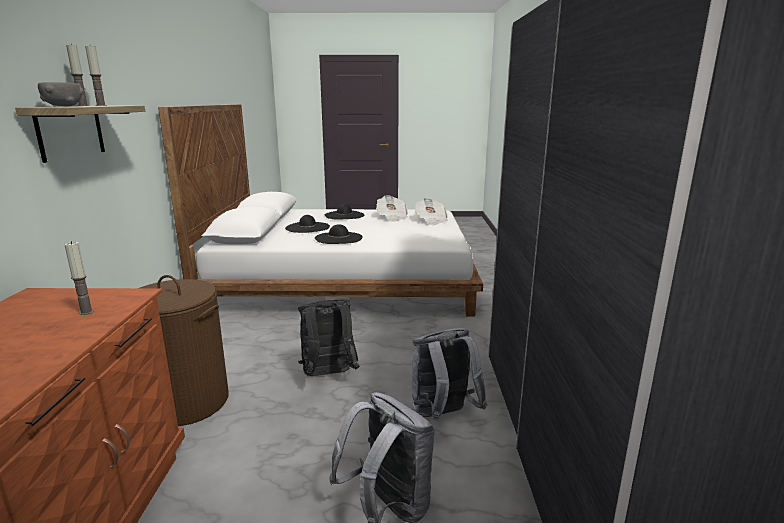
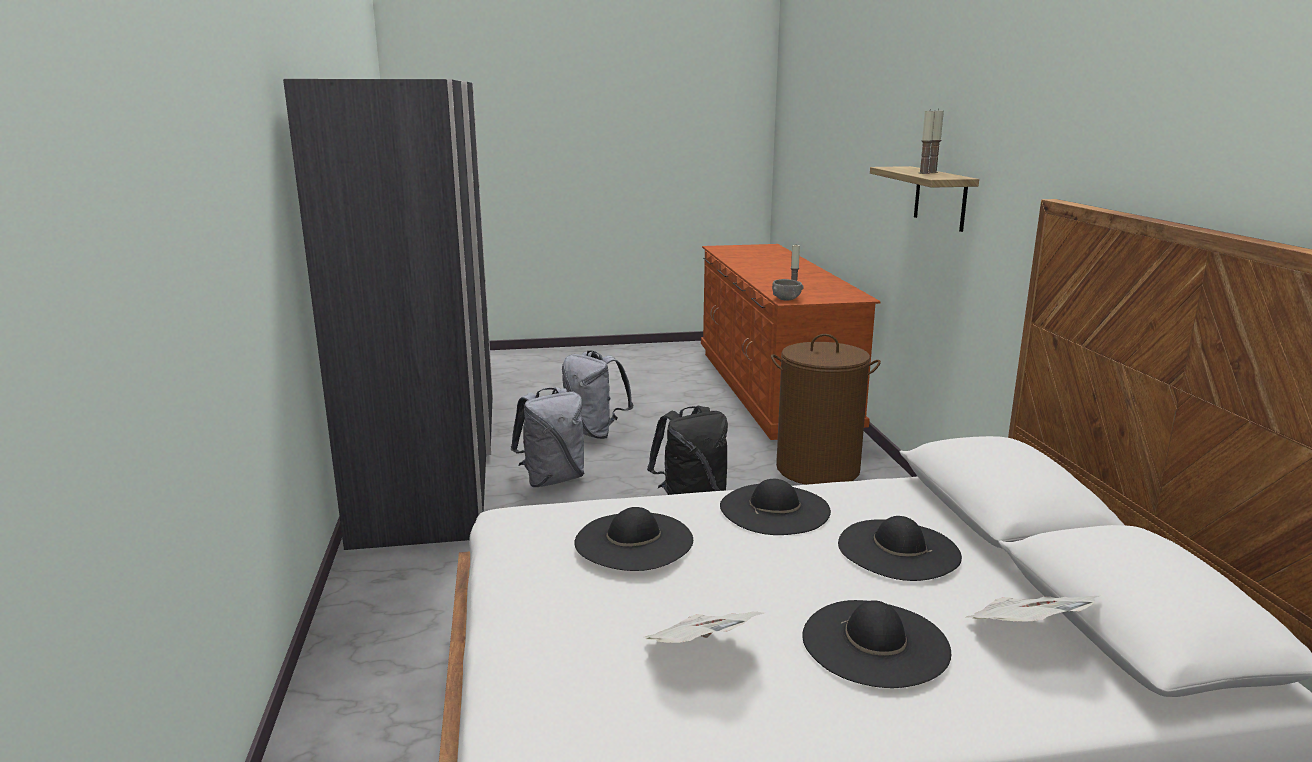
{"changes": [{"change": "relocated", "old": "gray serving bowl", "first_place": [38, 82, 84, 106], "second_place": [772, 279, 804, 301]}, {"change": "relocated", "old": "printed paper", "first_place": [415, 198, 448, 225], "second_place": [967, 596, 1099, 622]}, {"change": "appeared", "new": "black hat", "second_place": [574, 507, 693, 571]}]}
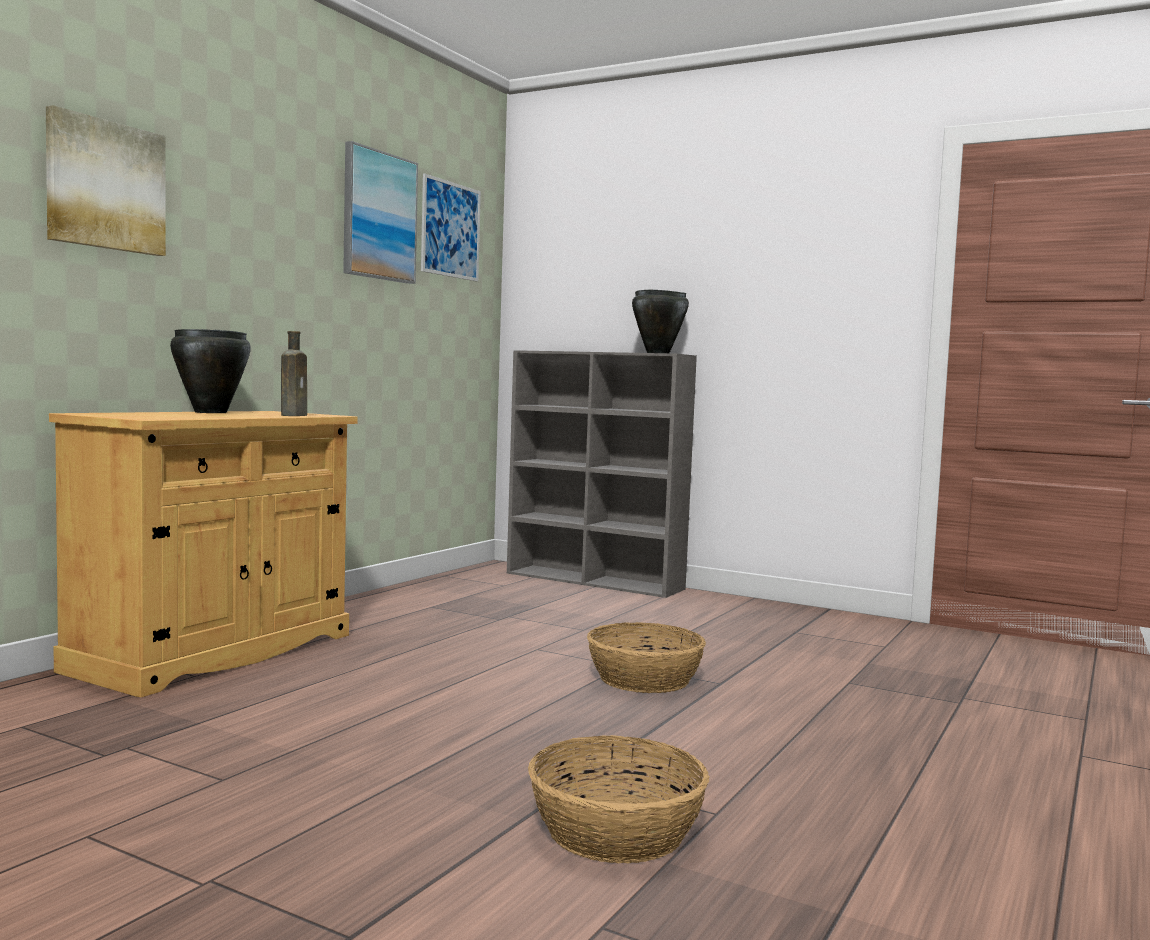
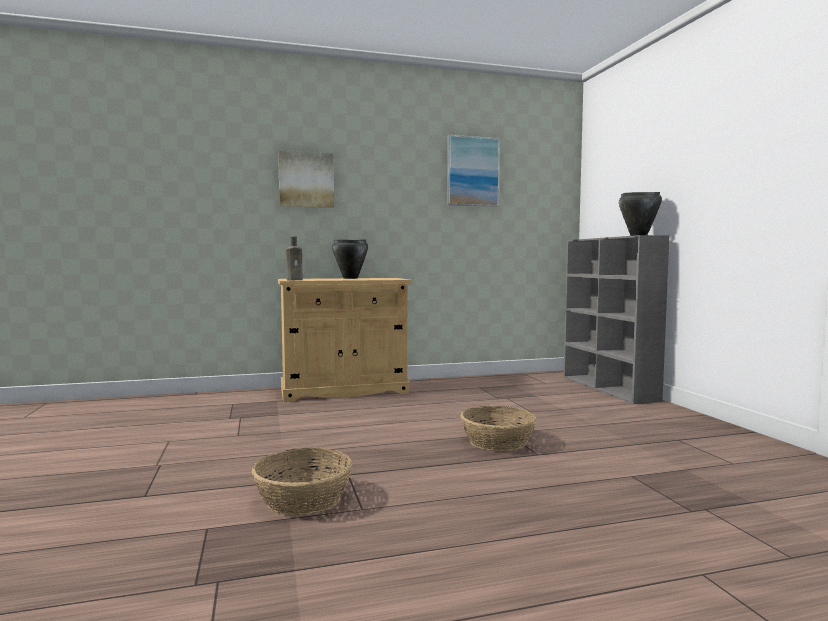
{"changes": [{"change": "relocated", "old": "brown-coloured bottle", "first_place": [281, 331, 307, 416], "second_place": [286, 236, 303, 280]}, {"change": "missing", "old": "wall picture", "first_place": [421, 173, 481, 282]}]}
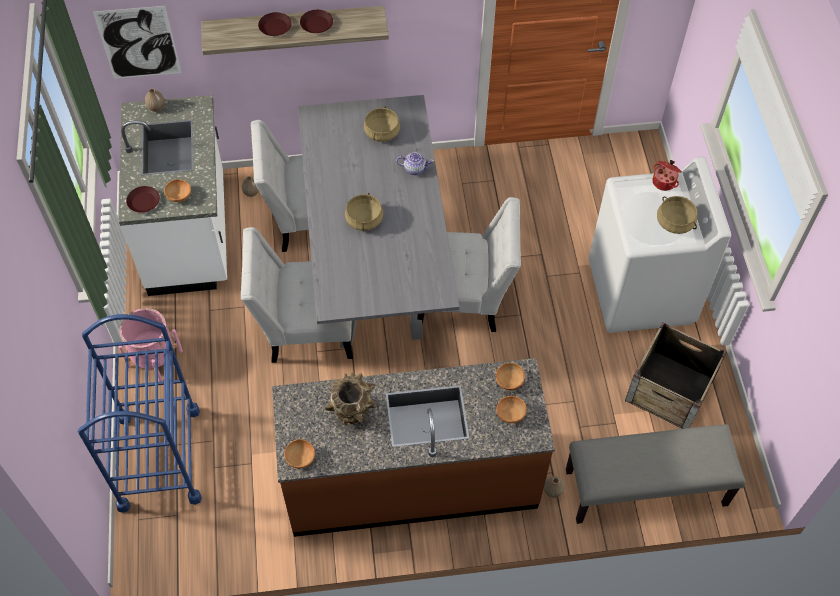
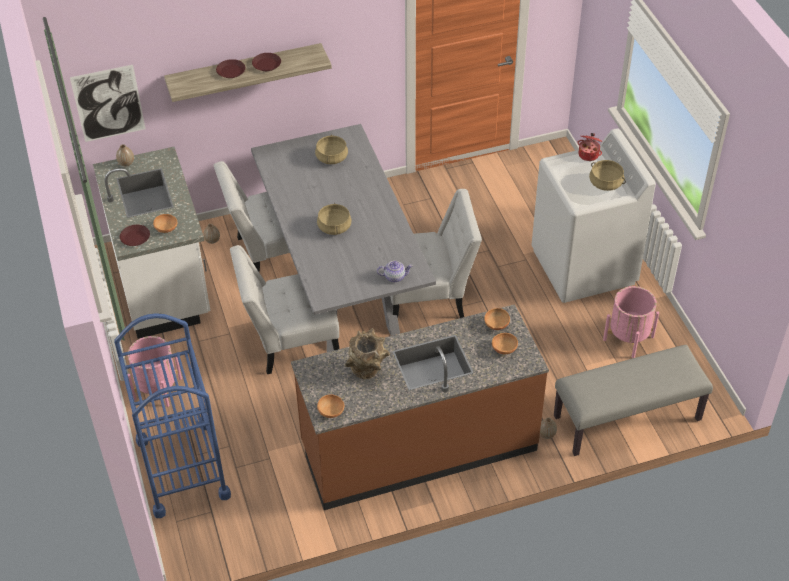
{"changes": [{"change": "relocated", "old": "pot for tea", "first_place": [396, 152, 434, 175], "second_place": [377, 261, 413, 282]}, {"change": "exchanged", "old": "shipping crate", "new": "pinkish plant pot", "first_place": [625, 322, 727, 429], "second_place": [603, 286, 659, 358]}]}
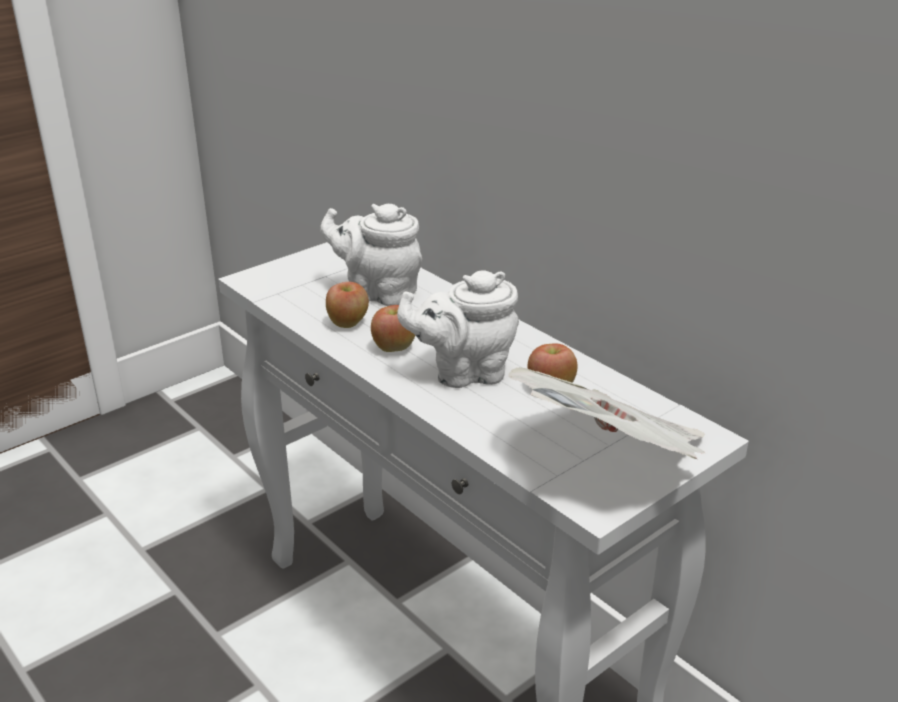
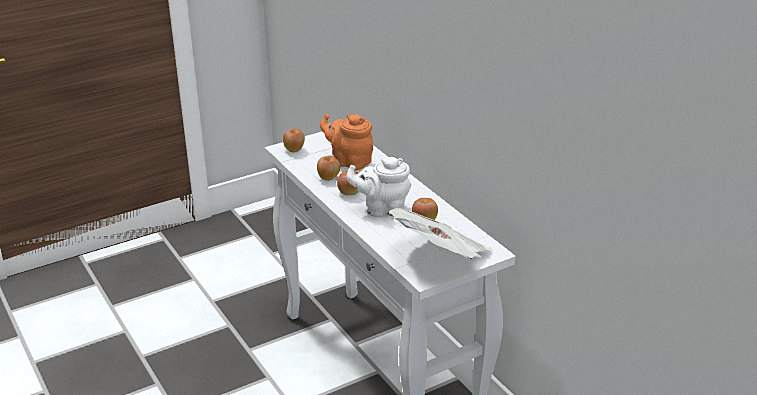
{"changes": [{"change": "colour", "old": "whitish pot for tea", "new": "orange-coloured pot for tea", "first_place": [320, 204, 422, 306], "second_place": [320, 114, 373, 171]}, {"change": "appeared", "new": "apple fruit", "second_place": [283, 128, 305, 152]}]}
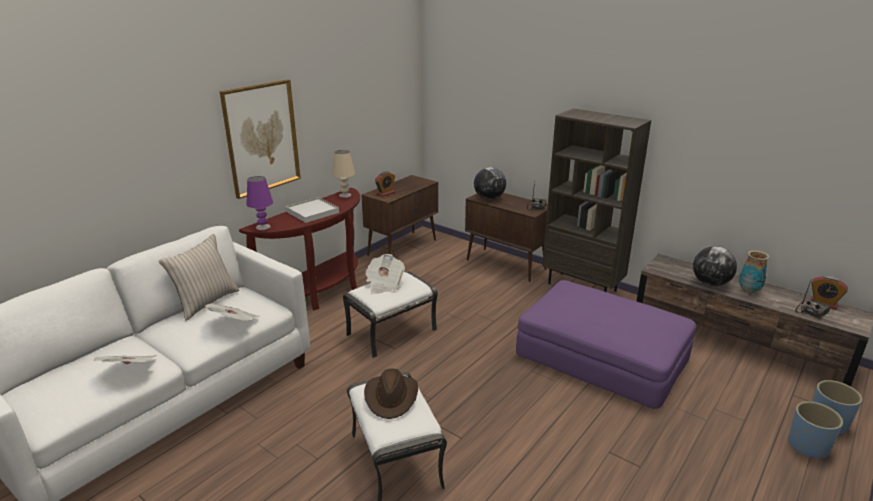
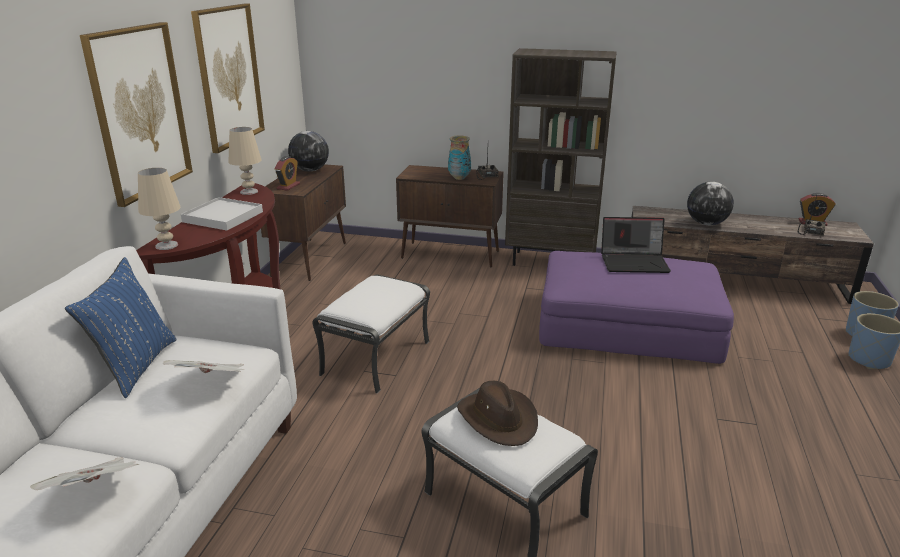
{"changes": [{"change": "colour", "old": "beige pillow", "new": "blue-coloured pillow", "first_place": [158, 234, 240, 321], "second_place": [65, 257, 177, 398]}, {"change": "colour", "old": "purplish lamp for a table", "new": "beige lamp for a table", "first_place": [247, 176, 273, 230], "second_place": [138, 168, 181, 250]}, {"change": "missing", "old": "printed paper", "first_place": [365, 254, 405, 294]}, {"change": "relocated", "old": "world globe", "first_place": [474, 167, 506, 200], "second_place": [288, 131, 329, 171]}, {"change": "relocated", "old": "flower vase", "first_place": [739, 251, 770, 293], "second_place": [448, 136, 471, 180]}, {"change": "appeared", "new": "wall picture", "second_place": [191, 3, 265, 153]}, {"change": "appeared", "new": "laptop", "second_place": [601, 217, 671, 273]}]}
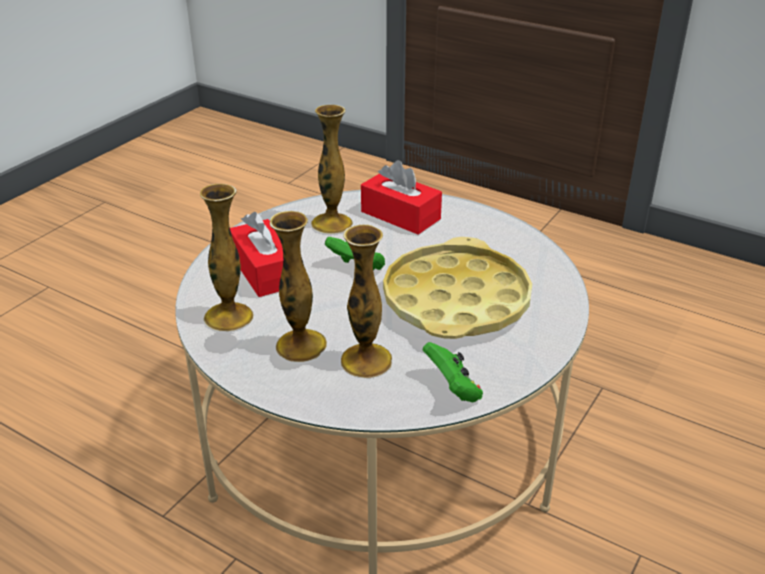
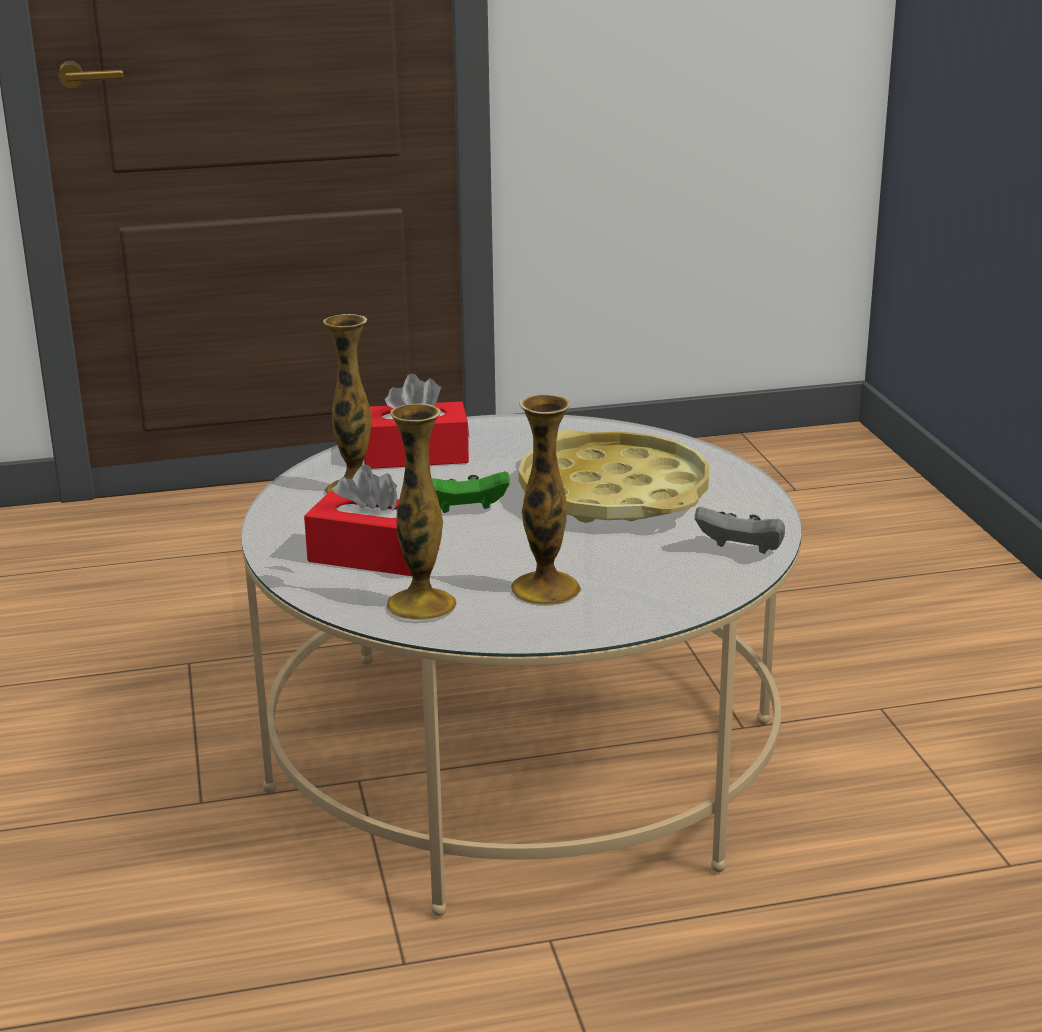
{"changes": [{"change": "missing", "old": "flower vase", "first_place": [341, 224, 392, 378]}, {"change": "colour", "old": "green-coloured gamepad", "new": "gray gamepad", "first_place": [422, 342, 483, 402], "second_place": [695, 507, 785, 554]}]}
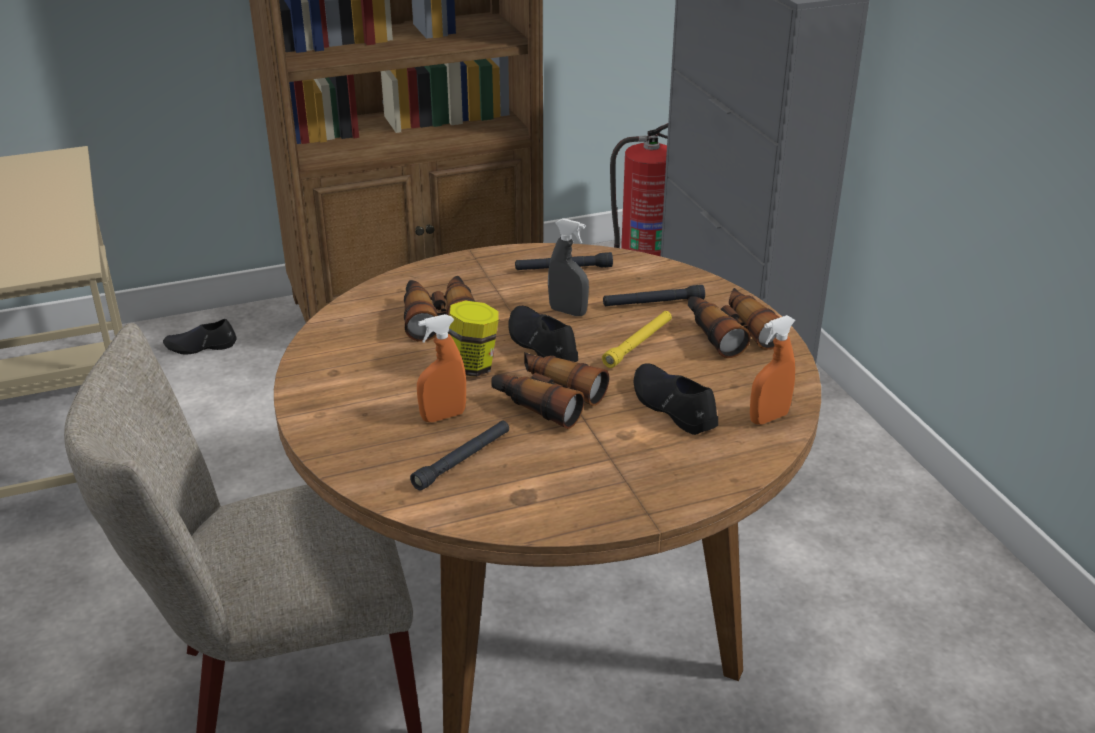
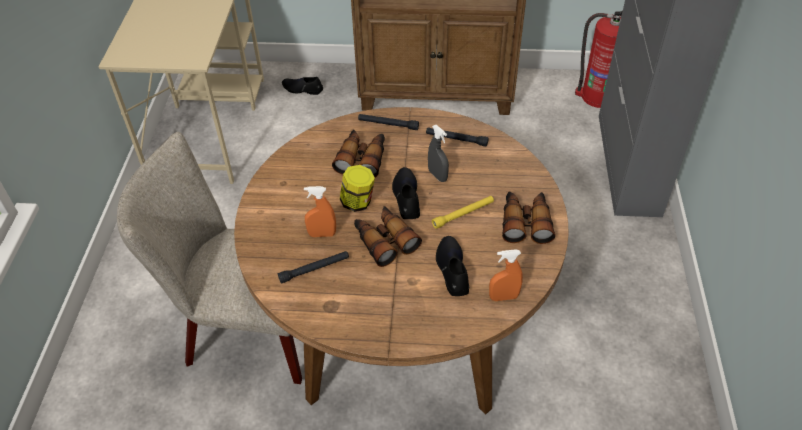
{"changes": [{"change": "relocated", "old": "black hand torch", "first_place": [603, 285, 705, 306], "second_place": [358, 114, 419, 130]}]}
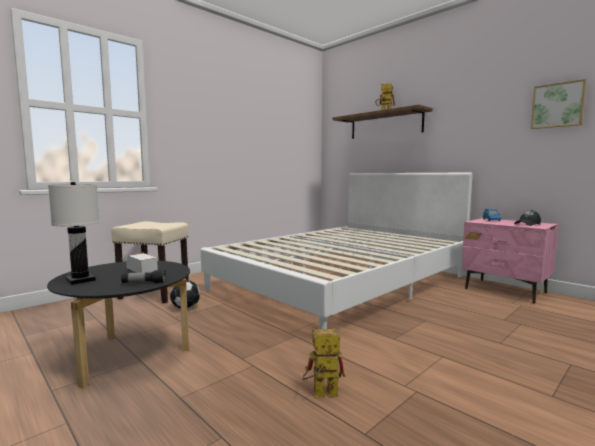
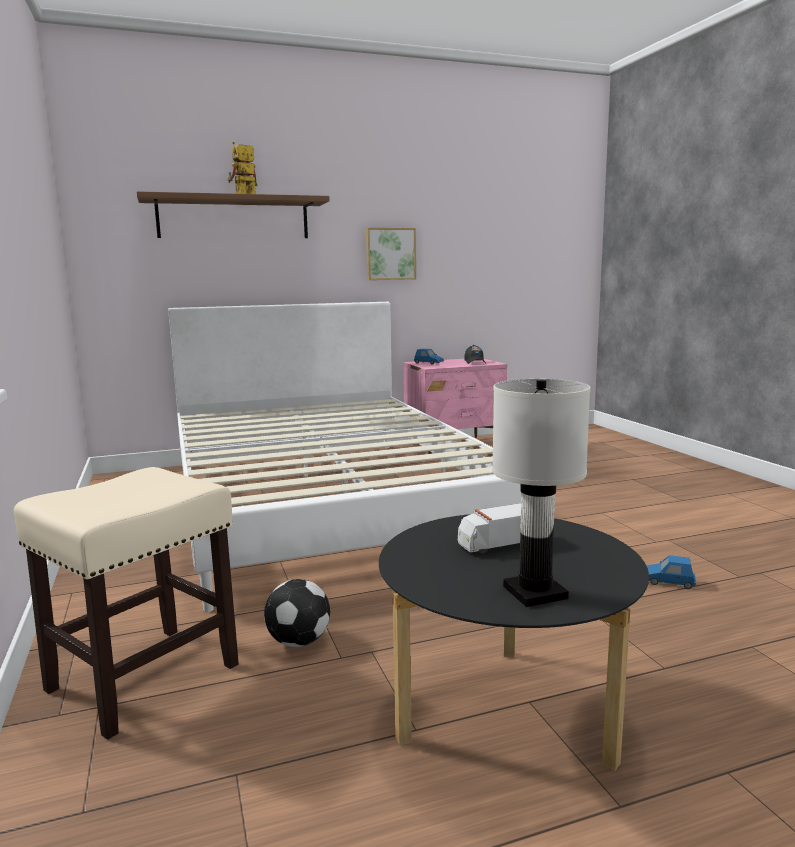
{"changes": [{"change": "missing", "old": "hand torch", "first_place": [121, 270, 166, 283]}, {"change": "exchanged", "old": "toy robot", "new": "blue-coloured miniature car", "first_place": [302, 329, 345, 397], "second_place": [646, 555, 696, 589]}, {"change": "relocated", "old": "wall picture", "first_place": [531, 79, 587, 129], "second_place": [366, 228, 416, 280]}]}
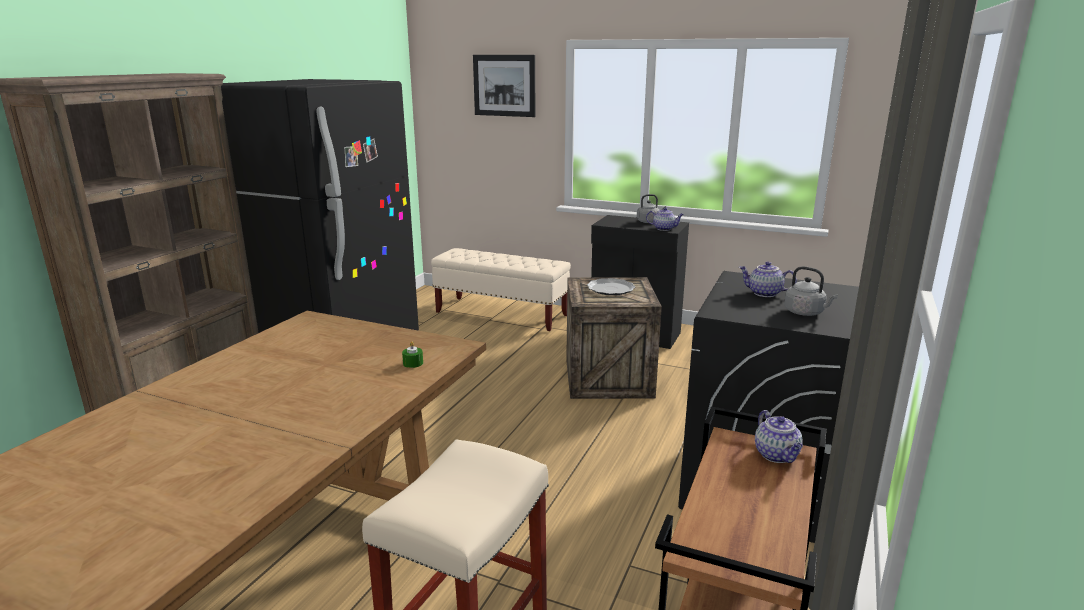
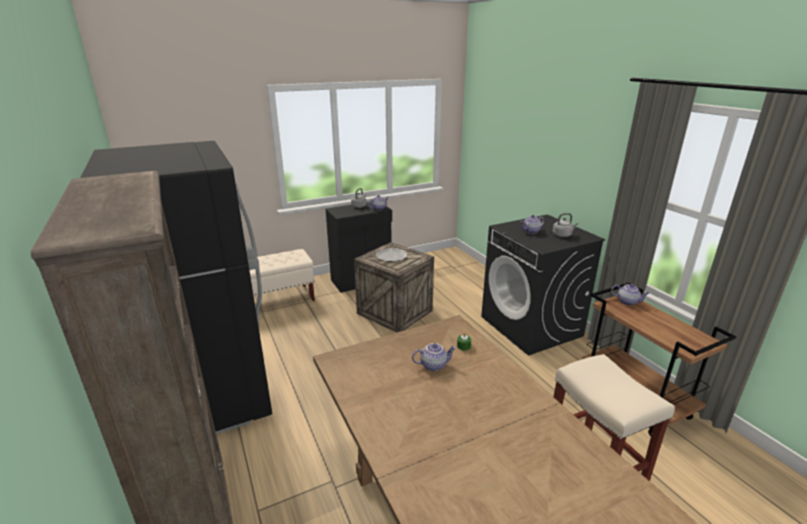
{"changes": [{"change": "missing", "old": "wall picture", "first_place": [473, 55, 535, 117]}, {"change": "appeared", "new": "pot for tea", "second_place": [412, 343, 456, 371]}]}
